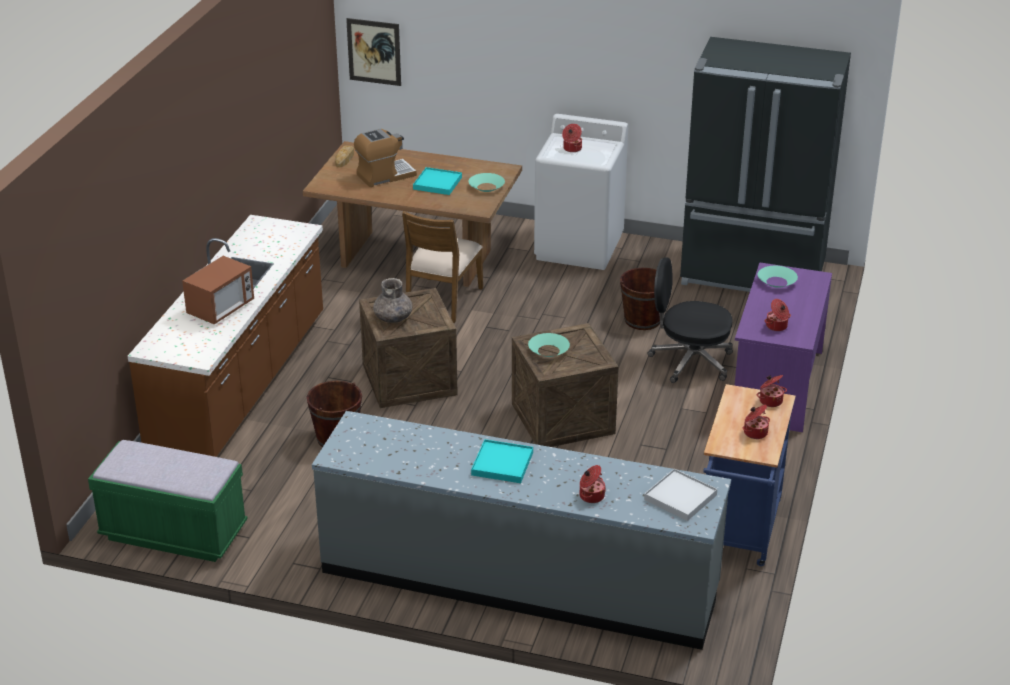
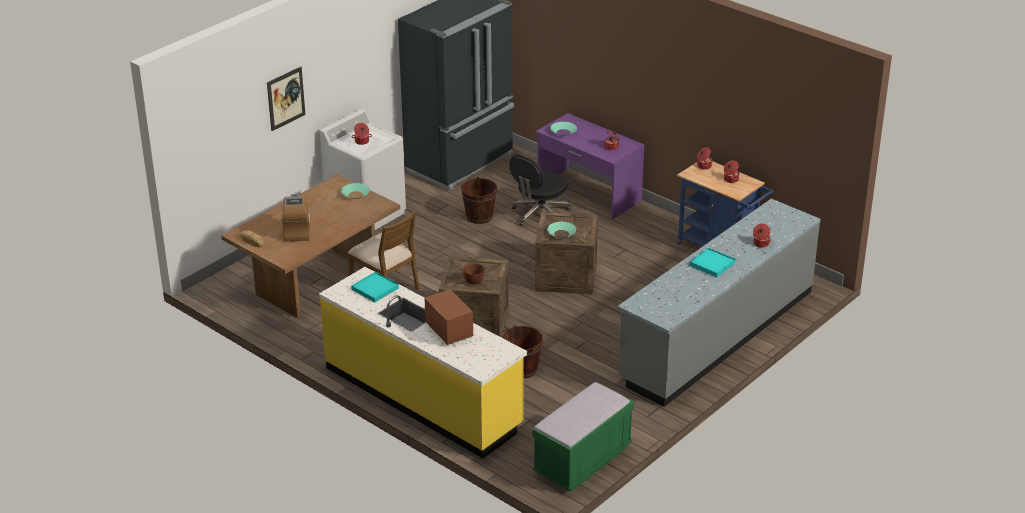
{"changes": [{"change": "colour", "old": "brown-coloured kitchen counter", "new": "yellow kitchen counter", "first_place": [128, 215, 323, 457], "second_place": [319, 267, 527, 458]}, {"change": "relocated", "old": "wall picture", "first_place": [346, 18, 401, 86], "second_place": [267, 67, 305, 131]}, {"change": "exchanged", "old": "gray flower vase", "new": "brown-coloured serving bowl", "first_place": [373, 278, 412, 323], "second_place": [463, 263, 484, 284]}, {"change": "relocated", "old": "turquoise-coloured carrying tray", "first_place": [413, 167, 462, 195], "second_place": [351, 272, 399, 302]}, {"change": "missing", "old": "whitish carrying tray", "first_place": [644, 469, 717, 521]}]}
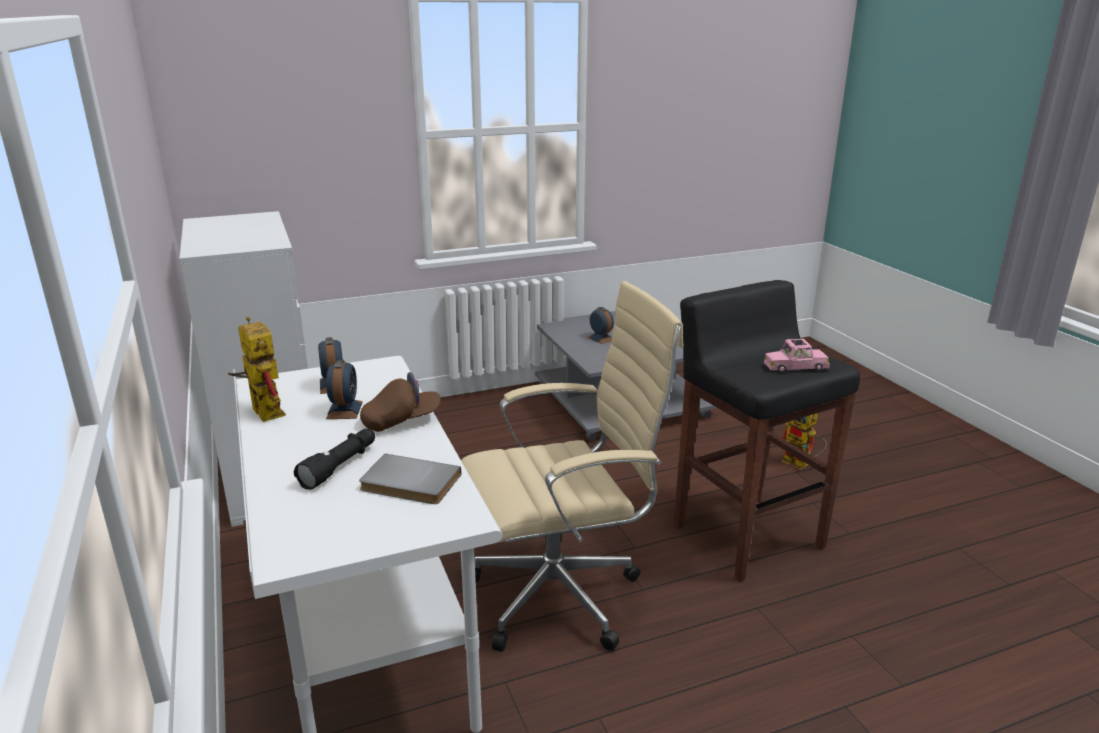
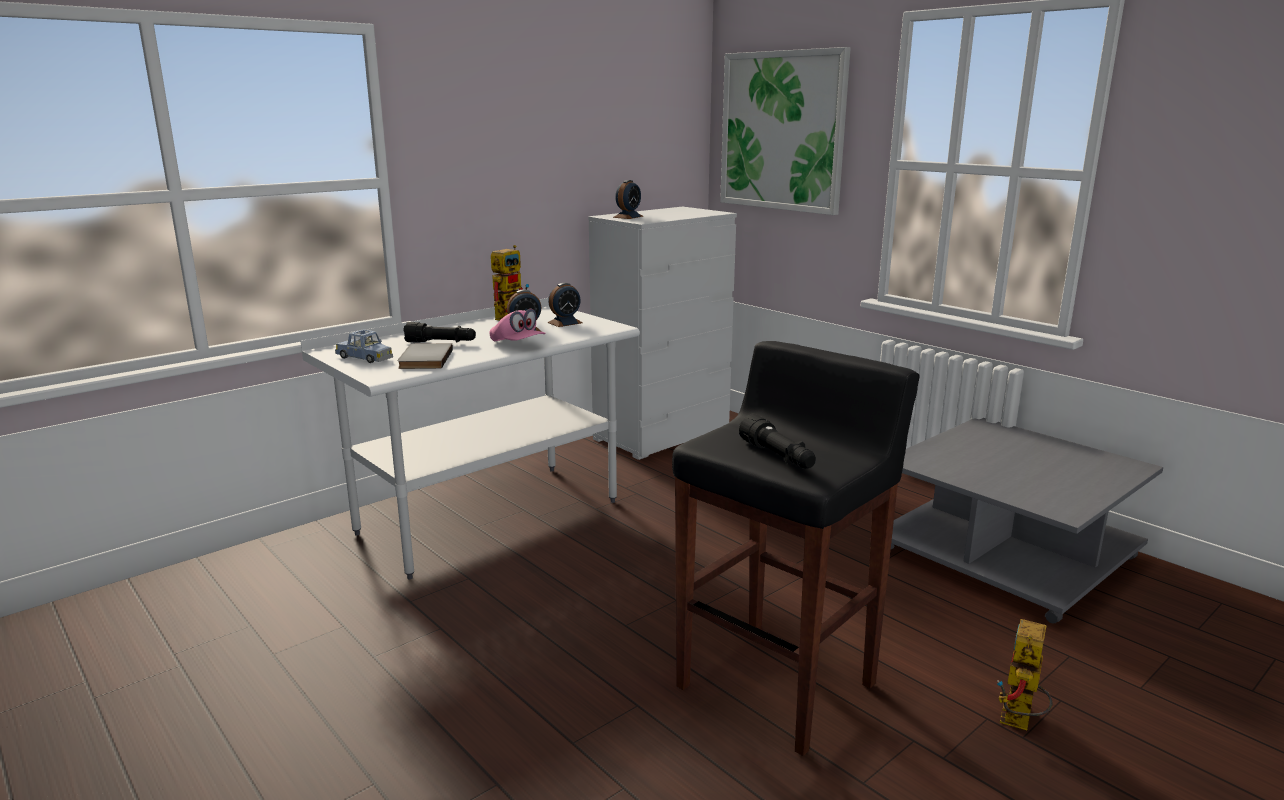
{"changes": [{"change": "colour", "old": "brown-coloured cap", "new": "pinkish cap", "first_place": [360, 372, 441, 432], "second_place": [490, 309, 546, 341]}, {"change": "missing", "old": "beige desk chair", "first_place": [461, 281, 684, 652]}, {"change": "relocated", "old": "alarm clock", "first_place": [588, 307, 614, 344], "second_place": [613, 180, 643, 219]}, {"change": "exchanged", "old": "pinkish miniature car", "new": "black hand torch", "first_place": [764, 339, 830, 373], "second_place": [739, 414, 816, 469]}, {"change": "appeared", "new": "blue-coloured miniature car", "second_place": [335, 329, 393, 363]}, {"change": "appeared", "new": "wall picture", "second_place": [720, 47, 851, 215]}]}
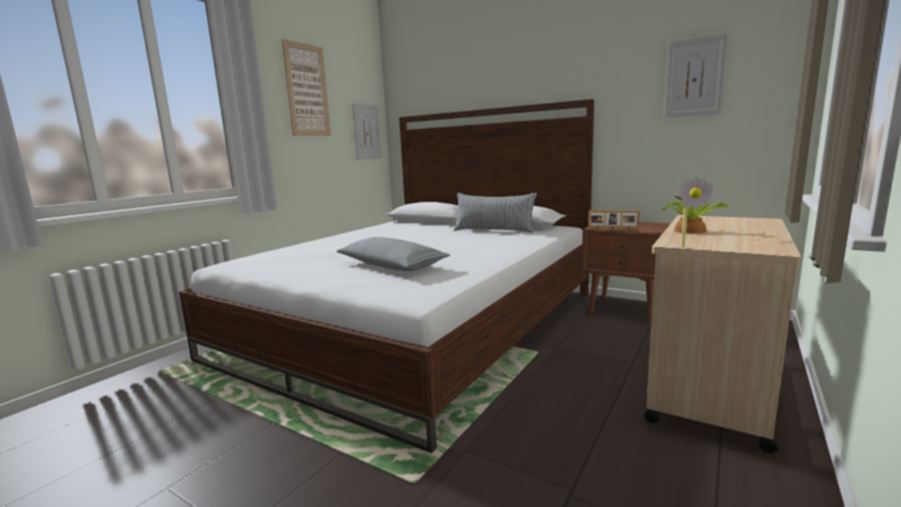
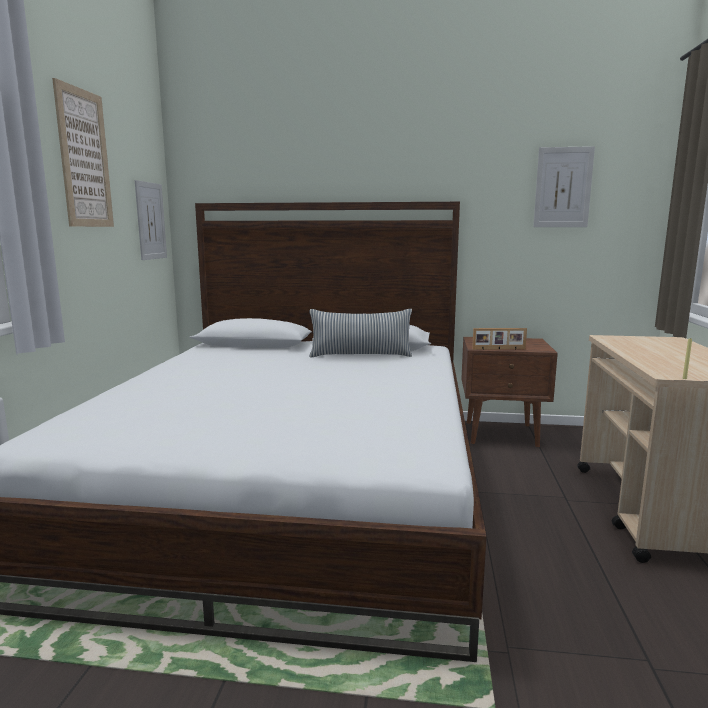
{"changes": [{"change": "missing", "old": "pillow", "first_place": [336, 237, 450, 271]}, {"change": "missing", "old": "houseplant", "first_place": [662, 176, 728, 234]}]}
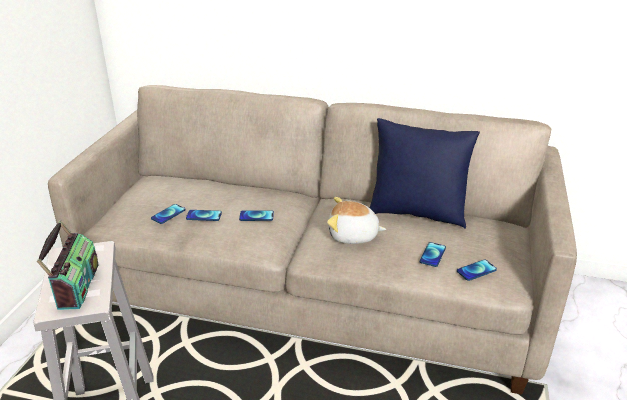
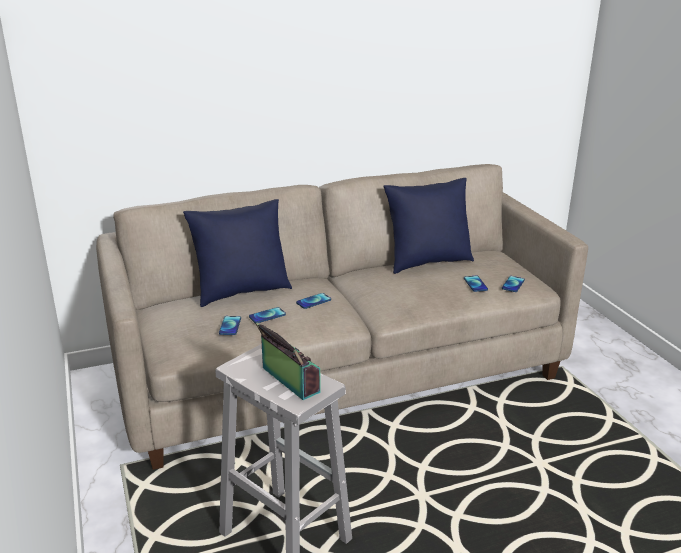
{"changes": [{"change": "missing", "old": "plush toy", "first_place": [327, 197, 386, 244]}, {"change": "appeared", "new": "blue-coloured pillow", "second_place": [183, 199, 292, 307]}]}
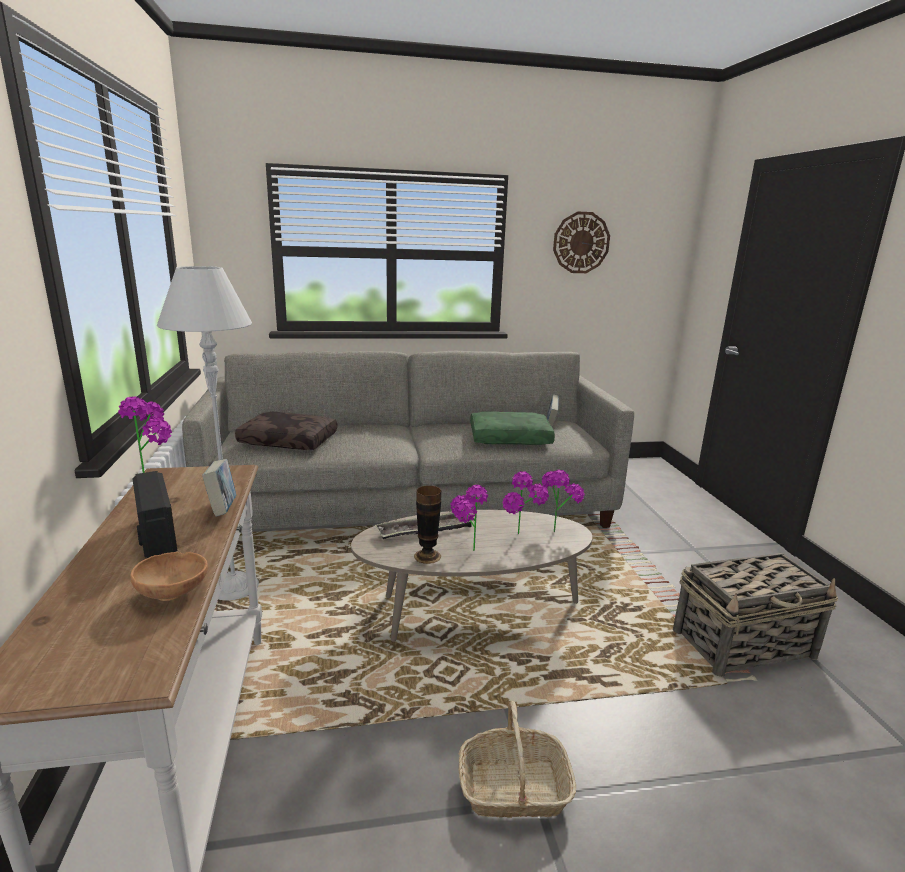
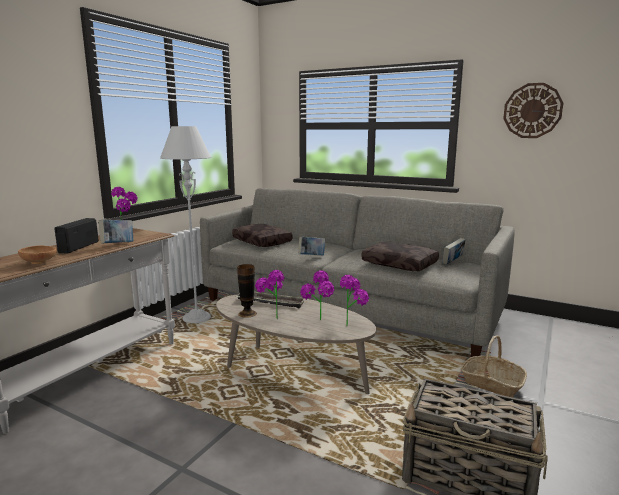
{"changes": [{"change": "relocated", "old": "household basket", "first_place": [459, 701, 576, 818], "second_place": [461, 335, 527, 397]}, {"change": "colour", "old": "green-coloured pillow", "new": "brown-coloured pillow", "first_place": [470, 412, 555, 445], "second_place": [362, 242, 439, 271]}, {"change": "appeared", "new": "book", "second_place": [298, 236, 325, 255]}]}
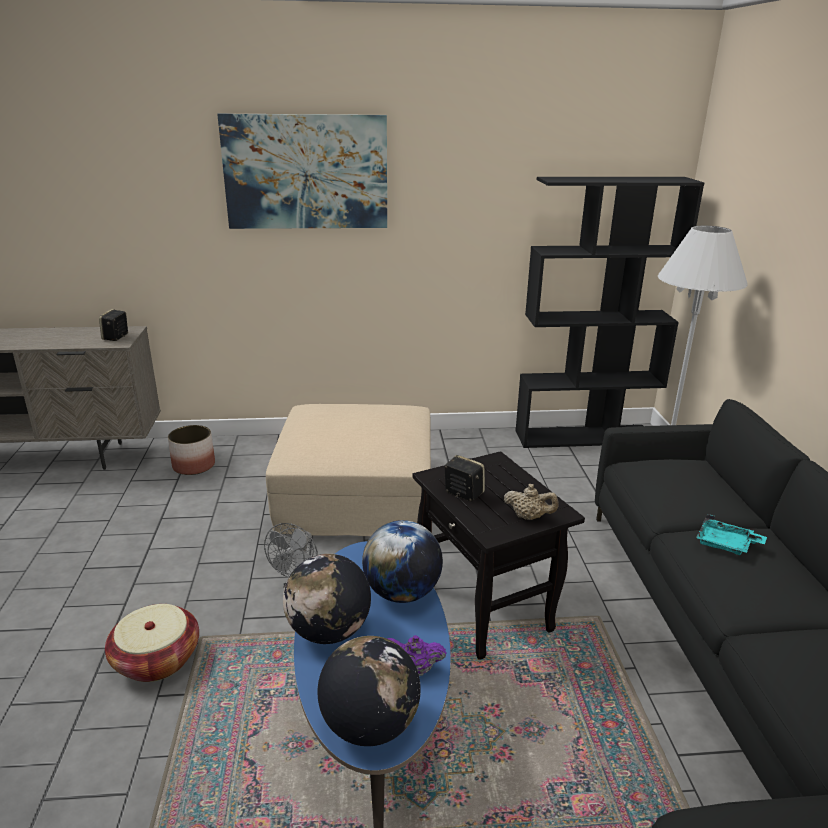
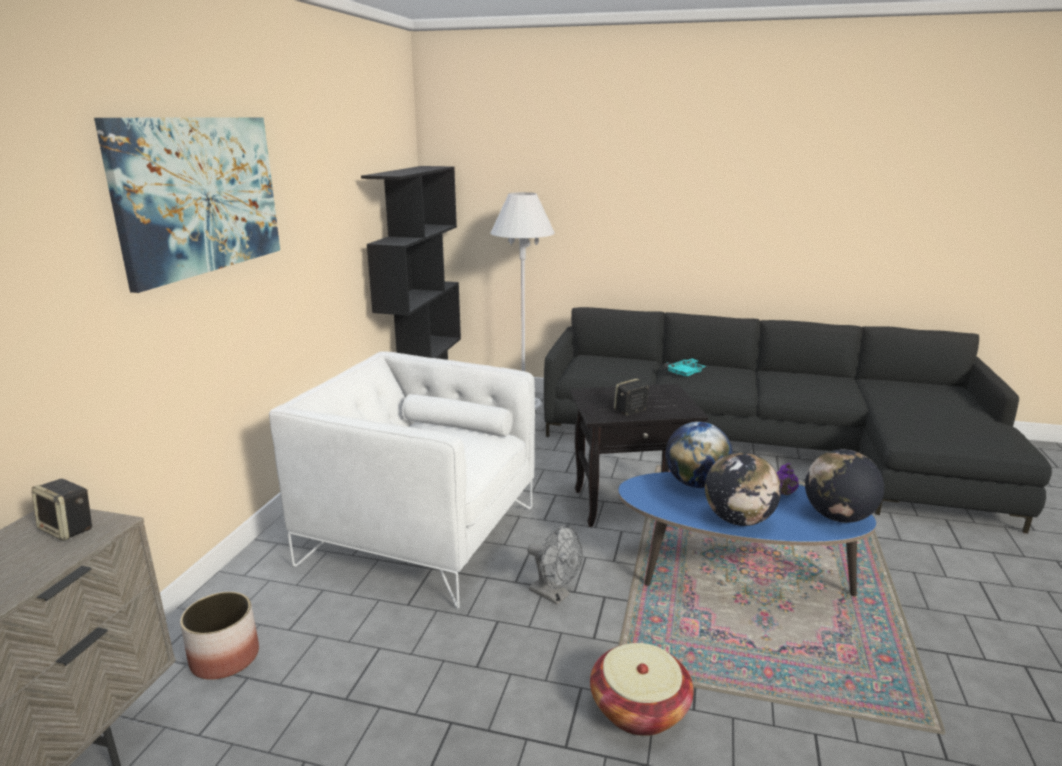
{"changes": [{"change": "exchanged", "old": "beige pouffe", "new": "whitish lounge chair", "first_place": [266, 404, 431, 536], "second_place": [269, 352, 535, 609]}, {"change": "missing", "old": "beige pot for tea", "first_place": [504, 484, 559, 520]}]}
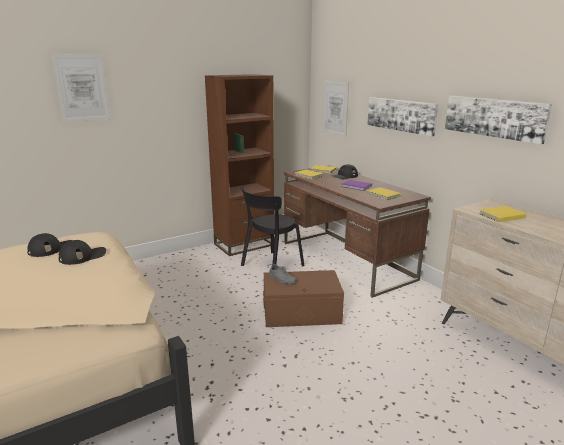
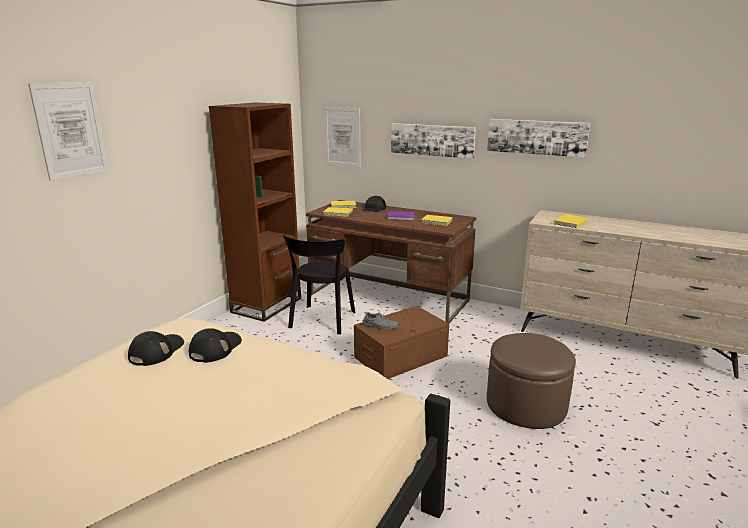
{"changes": [{"change": "appeared", "new": "brown-coloured pouffe", "second_place": [487, 333, 576, 429]}]}
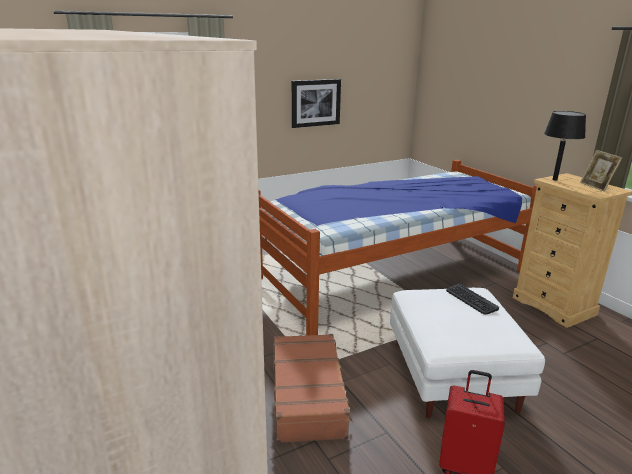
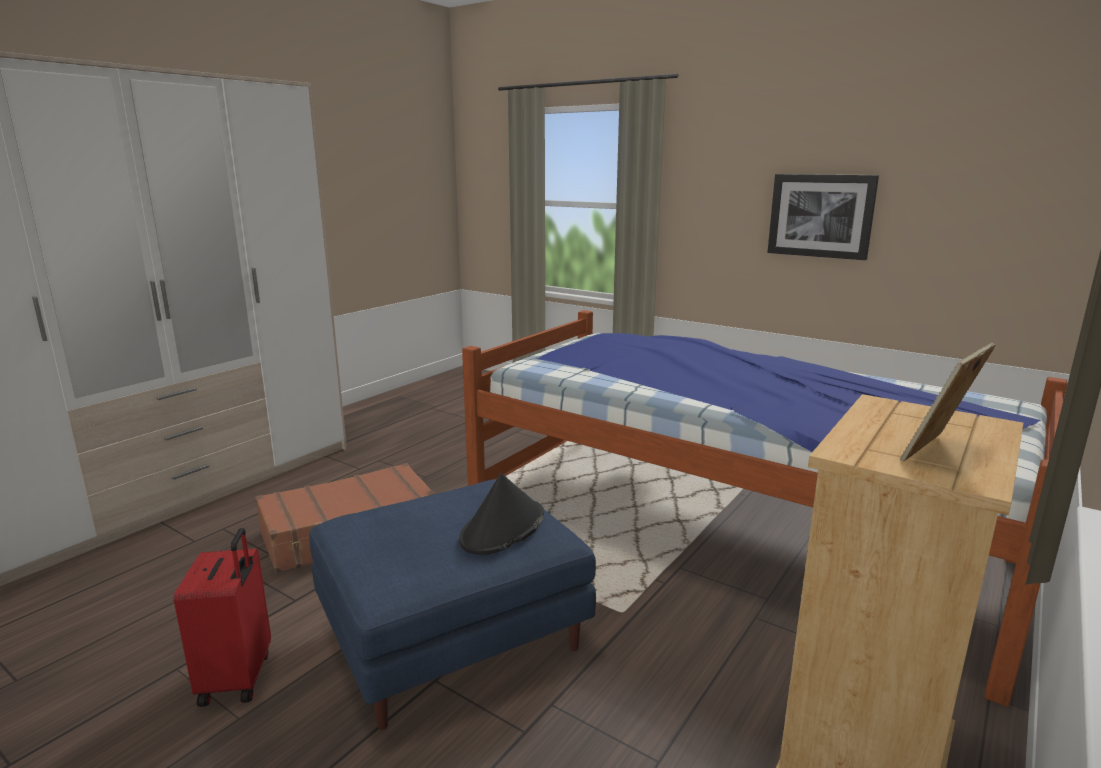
{"changes": [{"change": "colour", "old": "whitish pouffe", "new": "blue-coloured pouffe", "first_place": [390, 288, 545, 418], "second_place": [309, 479, 596, 730]}, {"change": "exchanged", "old": "computer keyboard", "new": "black hat", "first_place": [446, 284, 499, 315], "second_place": [459, 473, 544, 555]}, {"change": "missing", "old": "black lamp for a table", "first_place": [544, 111, 586, 181]}]}
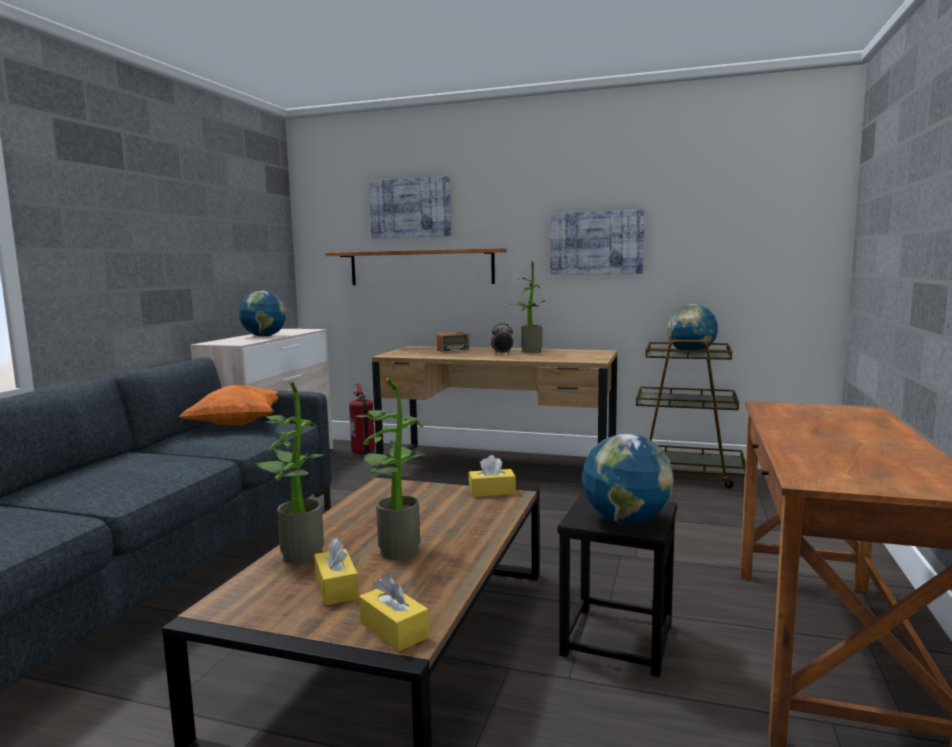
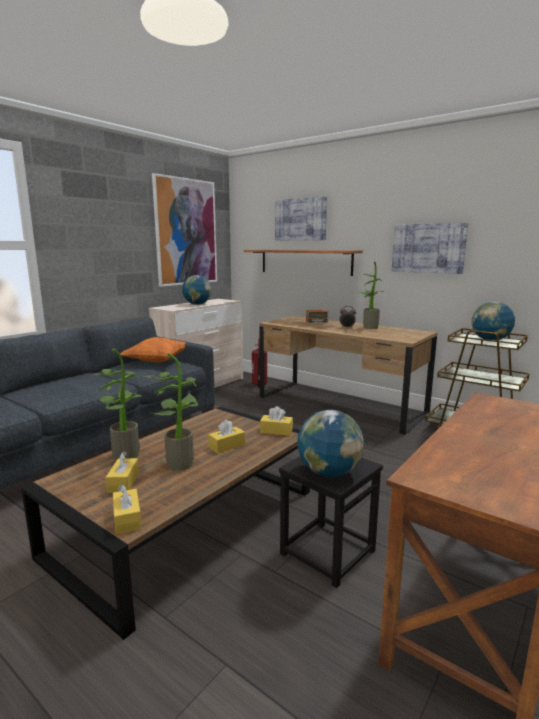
{"changes": [{"change": "appeared", "new": "wall picture", "second_place": [152, 173, 217, 287]}, {"change": "appeared", "new": "yellow tissue box", "second_place": [208, 419, 245, 453]}]}
